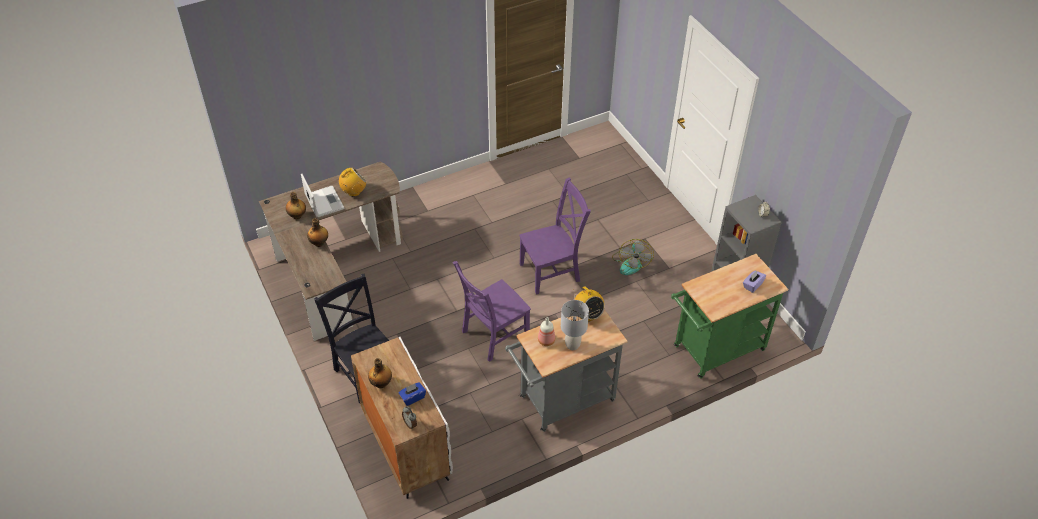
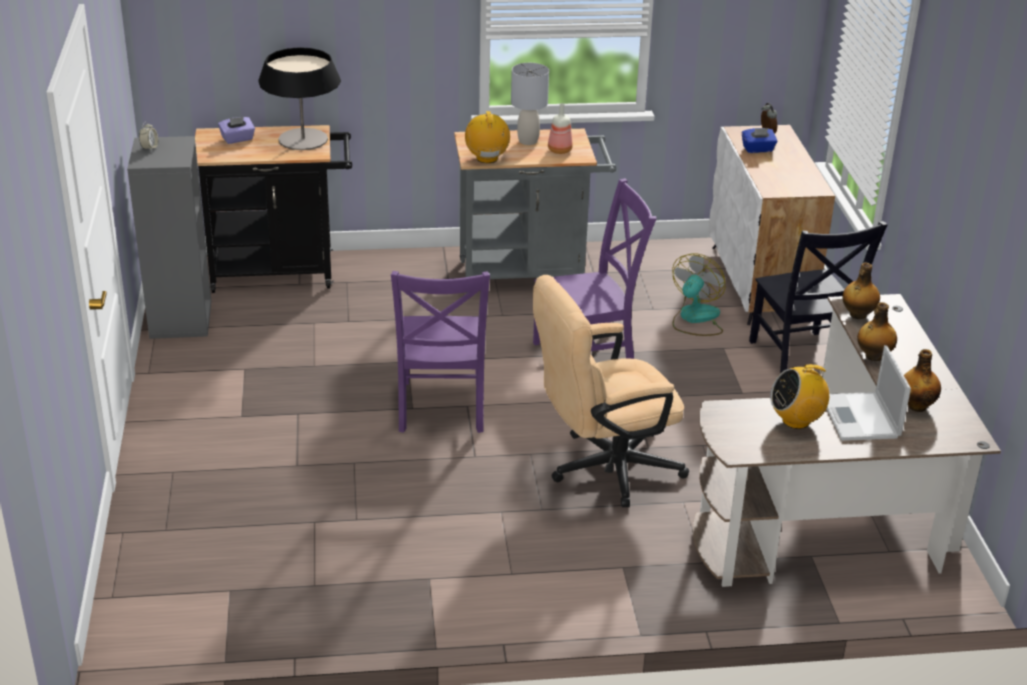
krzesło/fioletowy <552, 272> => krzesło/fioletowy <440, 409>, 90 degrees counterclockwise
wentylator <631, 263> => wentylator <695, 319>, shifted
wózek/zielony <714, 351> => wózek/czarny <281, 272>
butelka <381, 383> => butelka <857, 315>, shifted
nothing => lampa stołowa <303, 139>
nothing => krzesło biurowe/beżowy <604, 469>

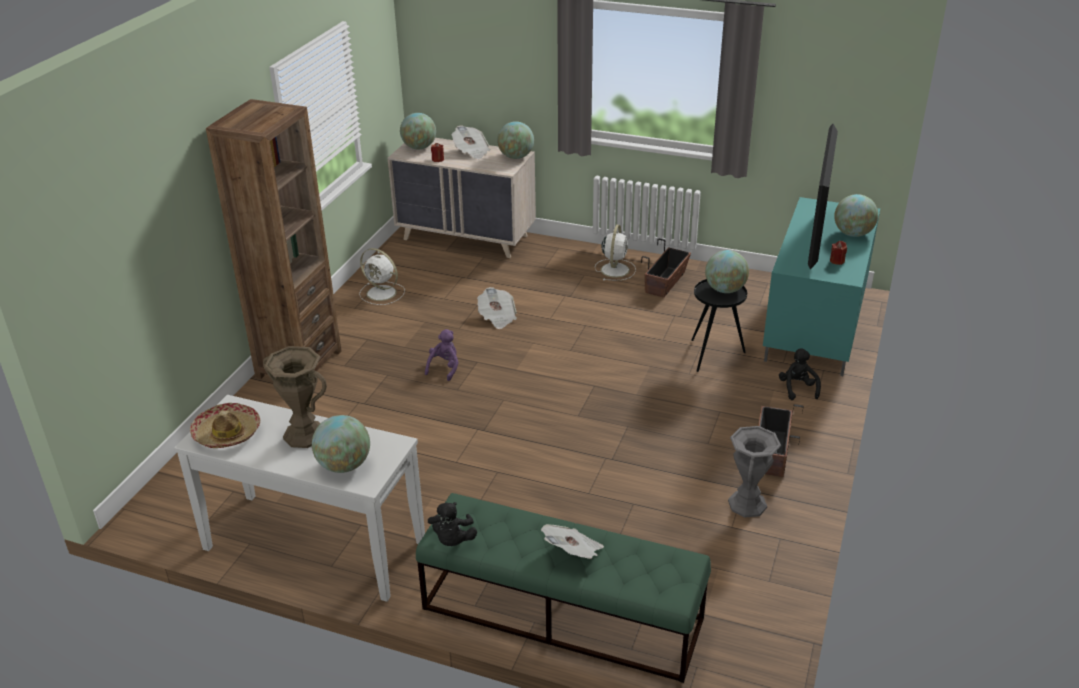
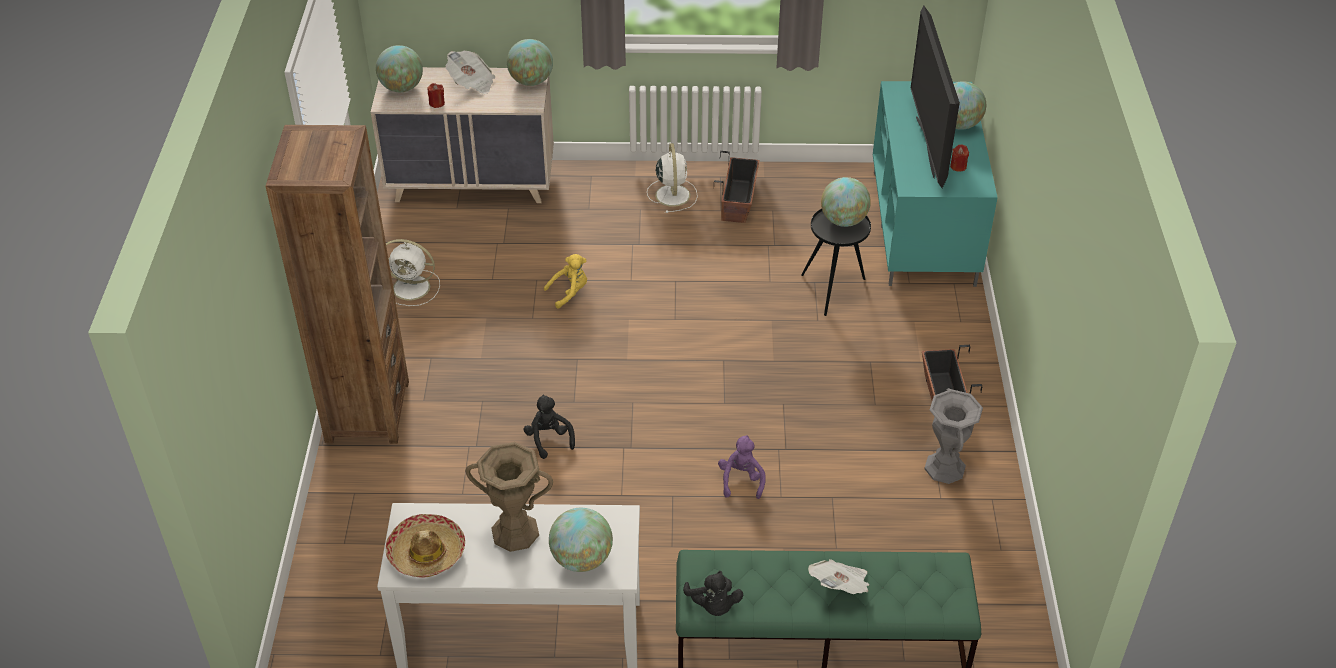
gazeta <497, 317> => pluszak/żółty <569, 292>
pluszak/fioletowy <444, 368> => pluszak/fioletowy <741, 480>, shifted
pluszak/czarny <797, 388> => pluszak/czarny <549, 439>, shifted

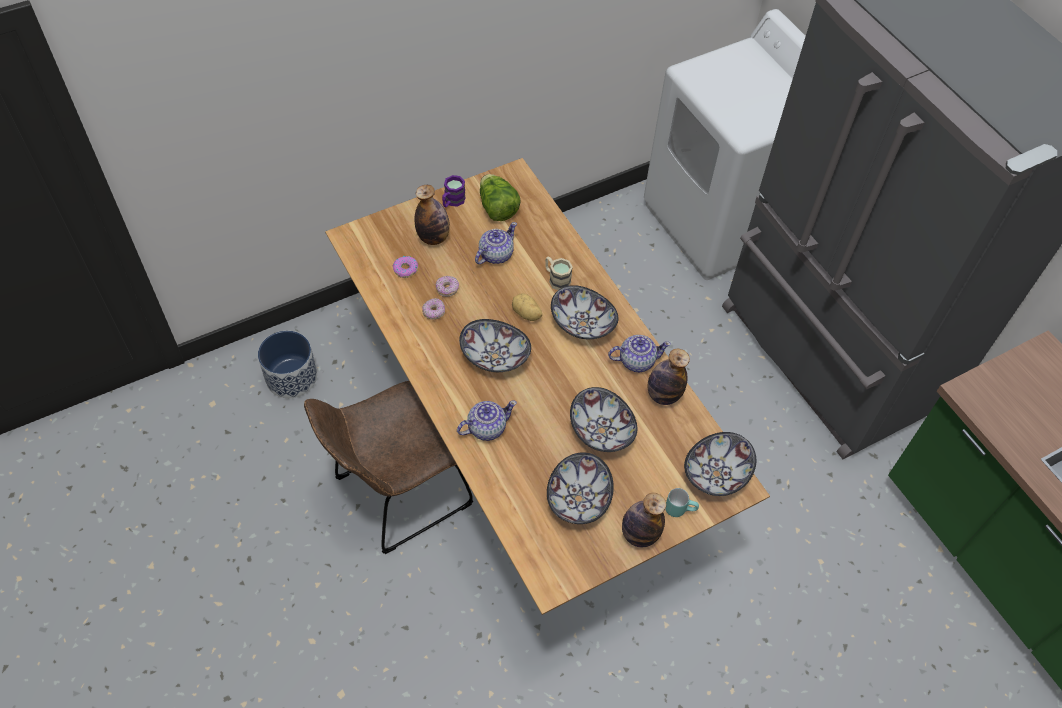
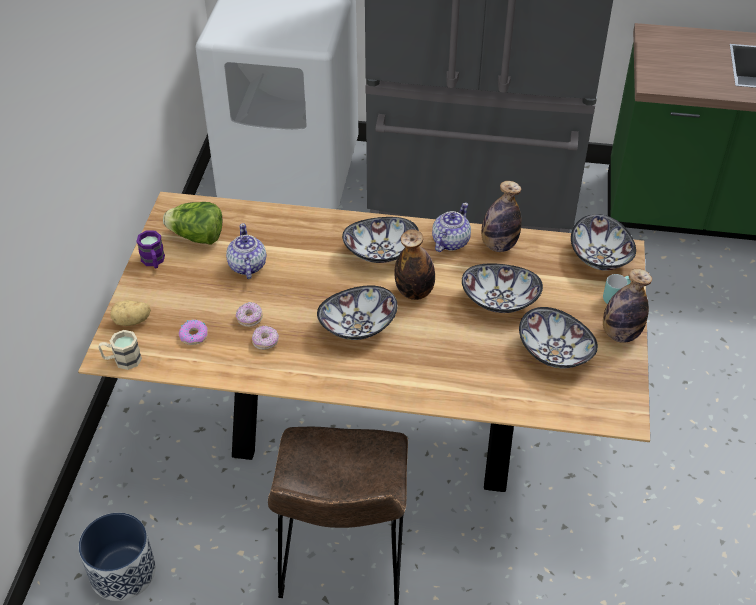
butelka <433, 237> => butelka <414, 292>, shifted
kubek/beżowy <556, 279> => kubek/beżowy <122, 360>, shifted
ziemniak <526, 314> => ziemniak <132, 321>, shifted
imbryk <486, 428> => nothing

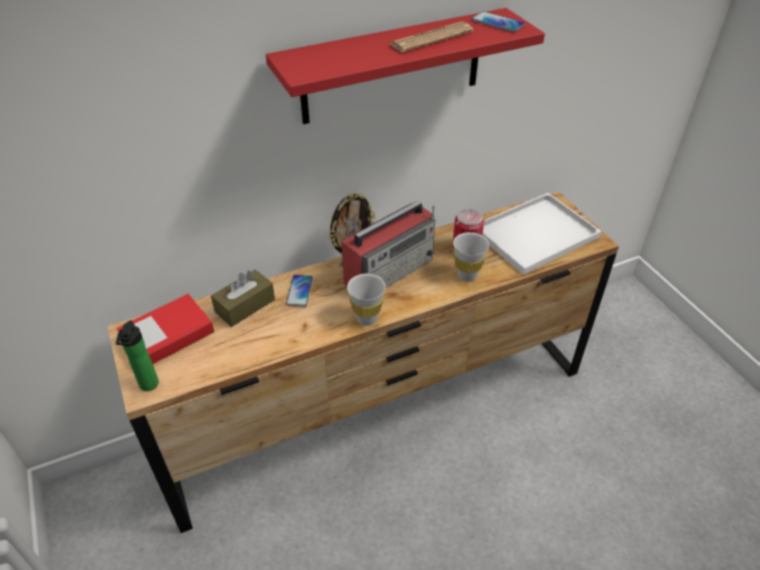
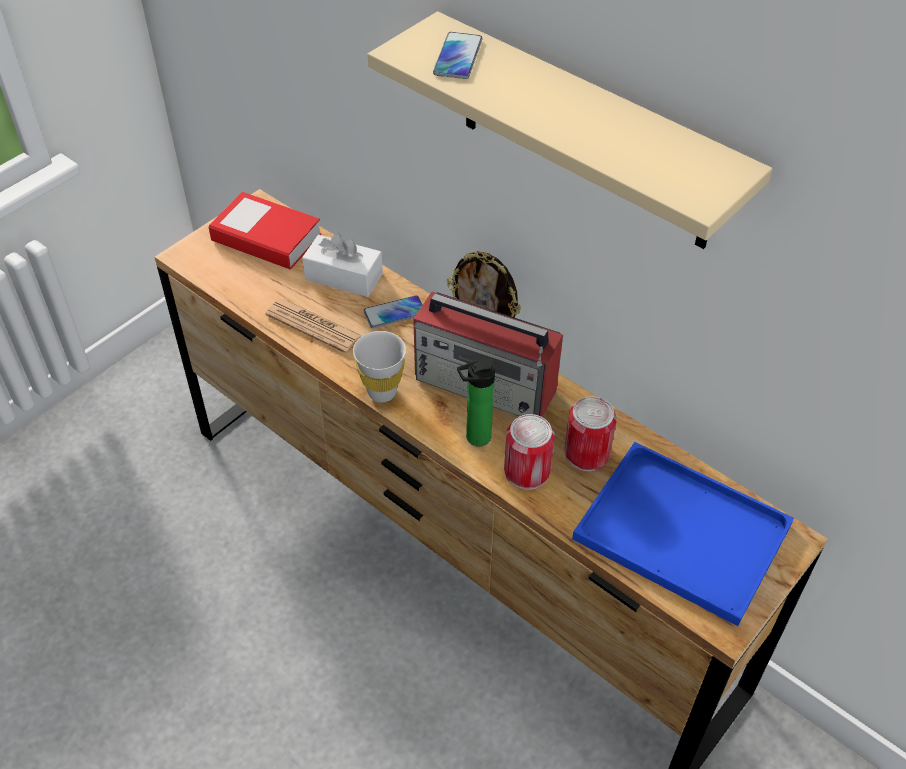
półka/czerwony <392, 67> => półka/beżowy <586, 134>
telefon <497, 23> => telefon <458, 57>, shifted
gazeta <431, 38> => gazeta <314, 326>, shifted
taca/biały <534, 235> => taca/niebieski <677, 532>
filiżanka/biały <467, 275> => puszka <527, 471>
pudełko chusteczek/brązowy <245, 306> => pudełko chusteczek/biały <344, 277>
butelka <148, 386> => butelka <474, 438>, shifted

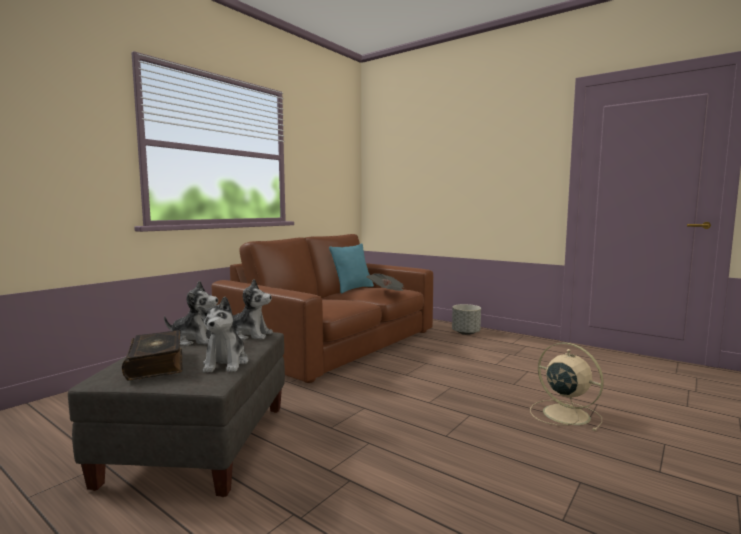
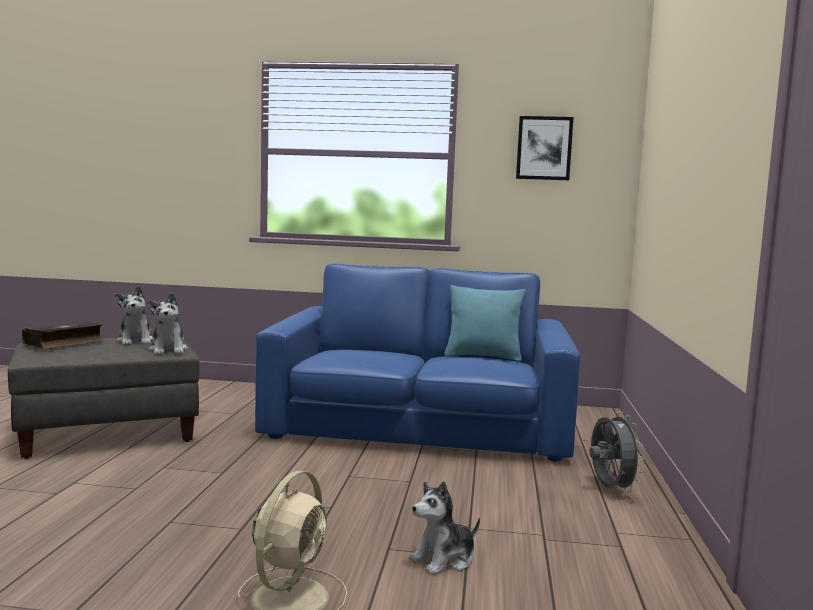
kanapa/brązowy <335, 343> => kanapa/niebieski <419, 425>
gazeta <387, 293> => nothing
pluszak <226, 363> => pluszak <444, 560>, shifted
donica/szary <465, 333> => wentylator/szary <609, 489>
nothing => obraz <544, 148>

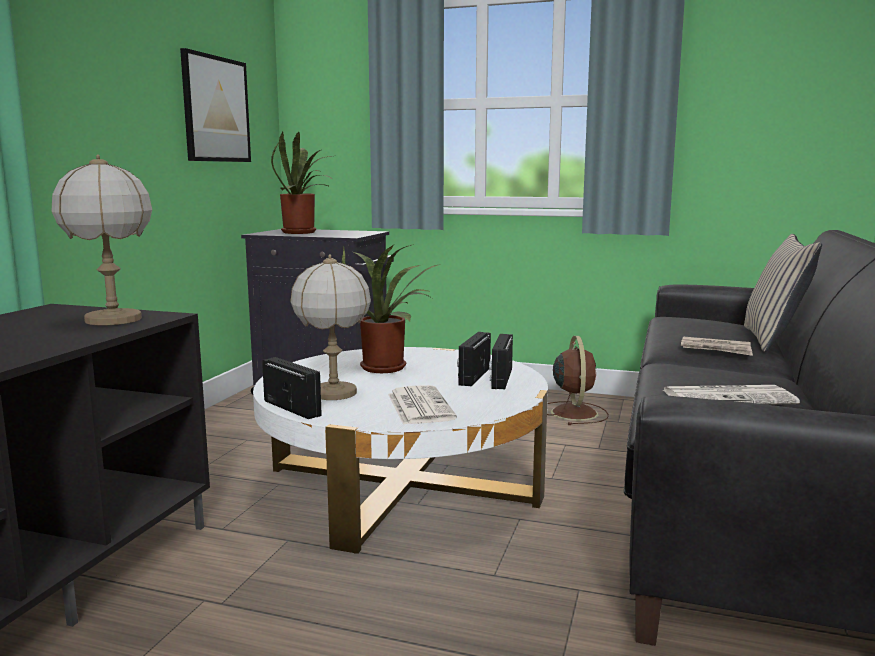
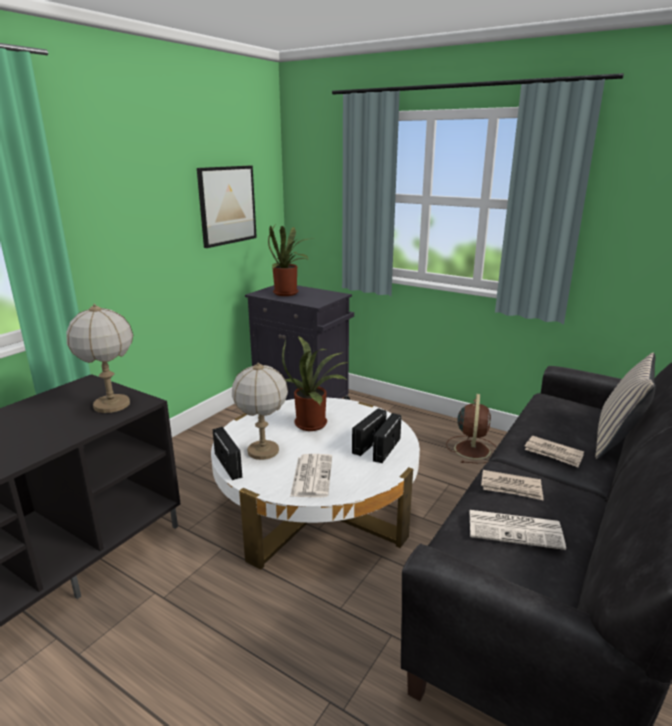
nothing => gazeta <511, 487>

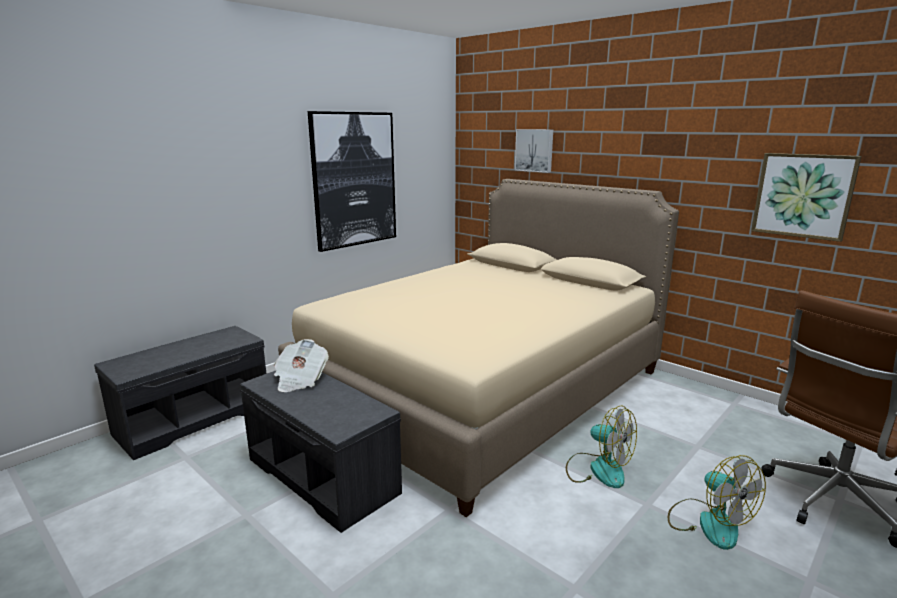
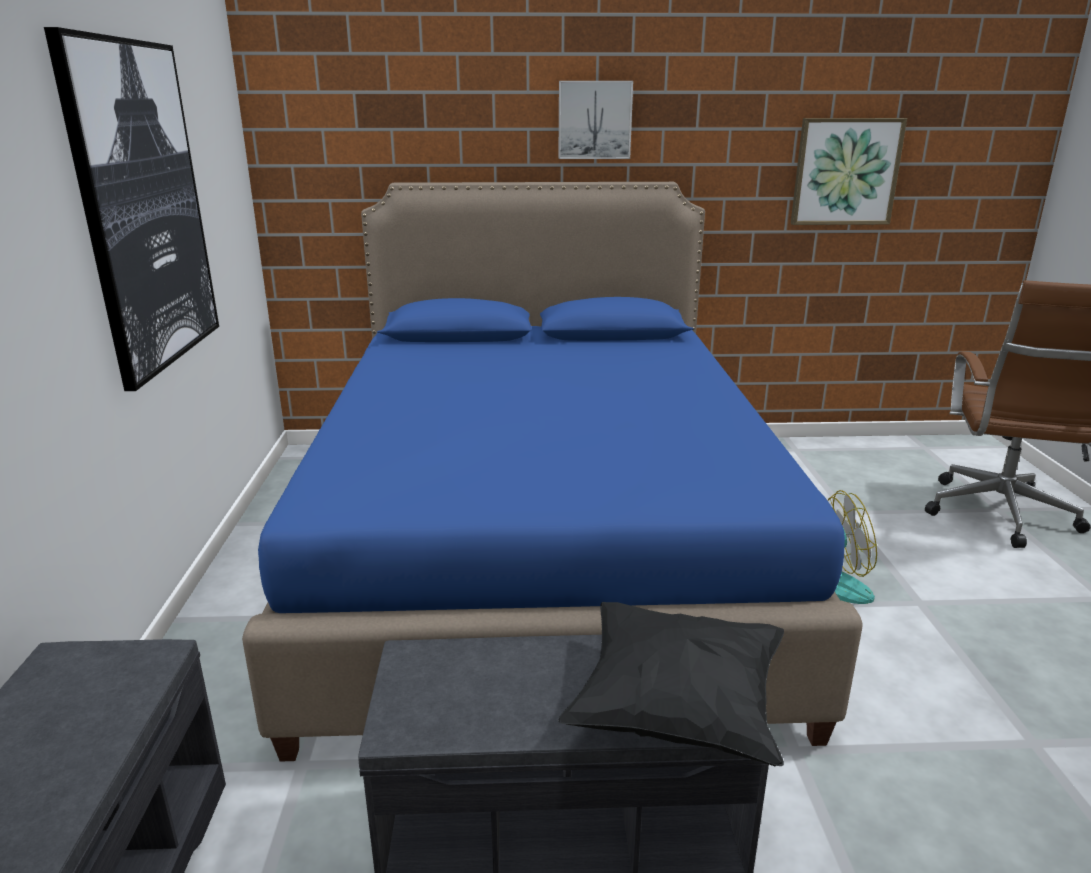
obraz <534, 150> => obraz <594, 120>, shifted
łóżko/beżowy <483, 388> => łóżko/niebieski <542, 552>
gazeta <300, 379> => nothing
wentylator <709, 522> => nothing
nothing => poduszka/czarny <676, 710>

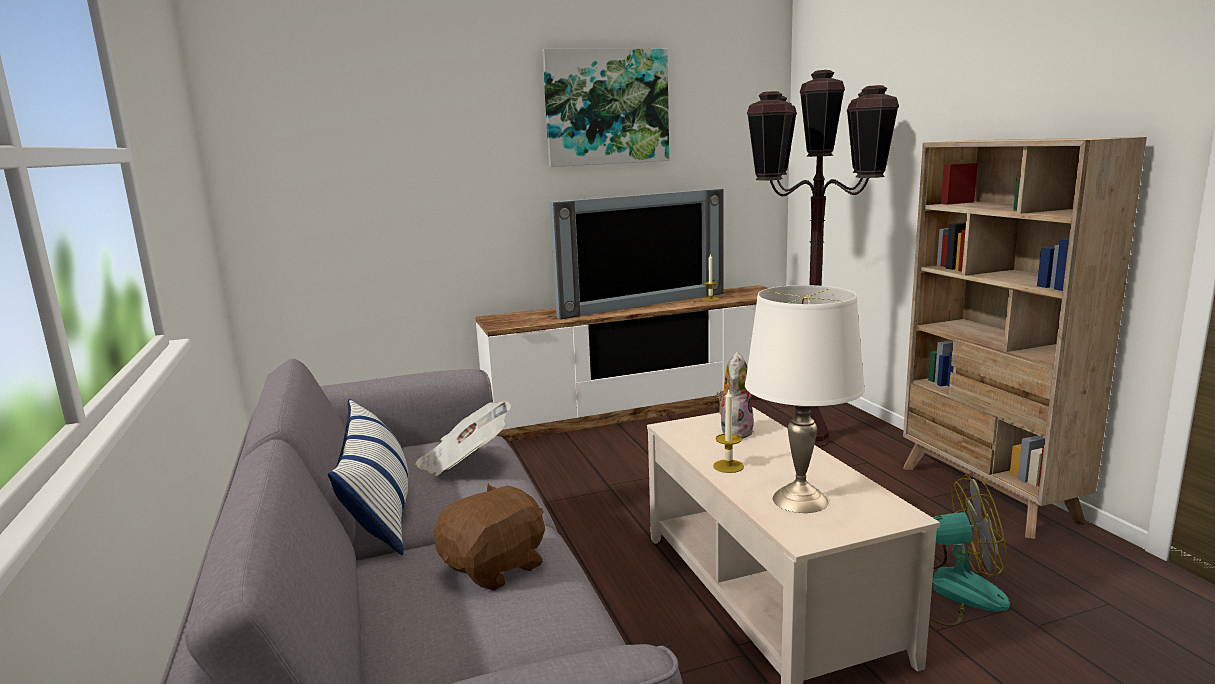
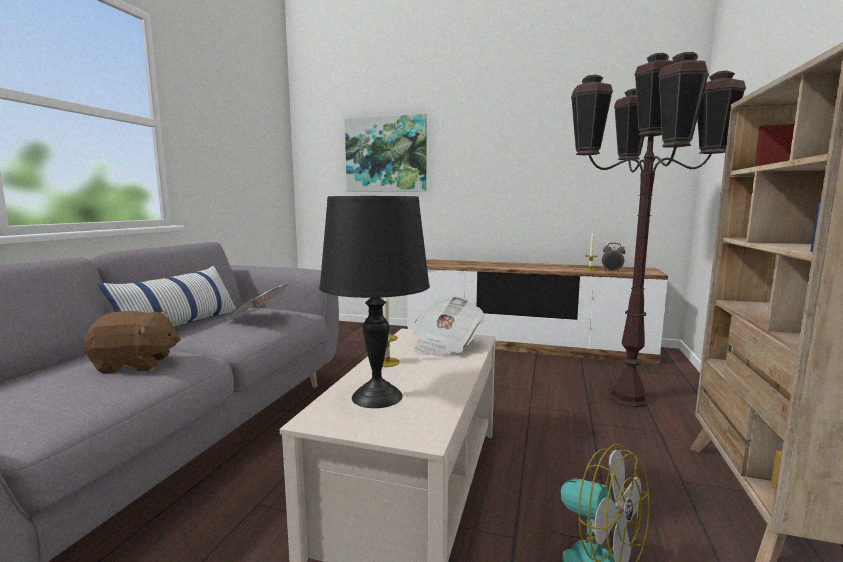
obraz <607, 107> => obraz <386, 155>, shifted
telewizor <640, 304> => nothing
lampa stołowa/biały <799, 499> => lampa stołowa/czarny <377, 396>
pluszak <734, 431> => gazeta <444, 345>
nothing => budzik <612, 271>

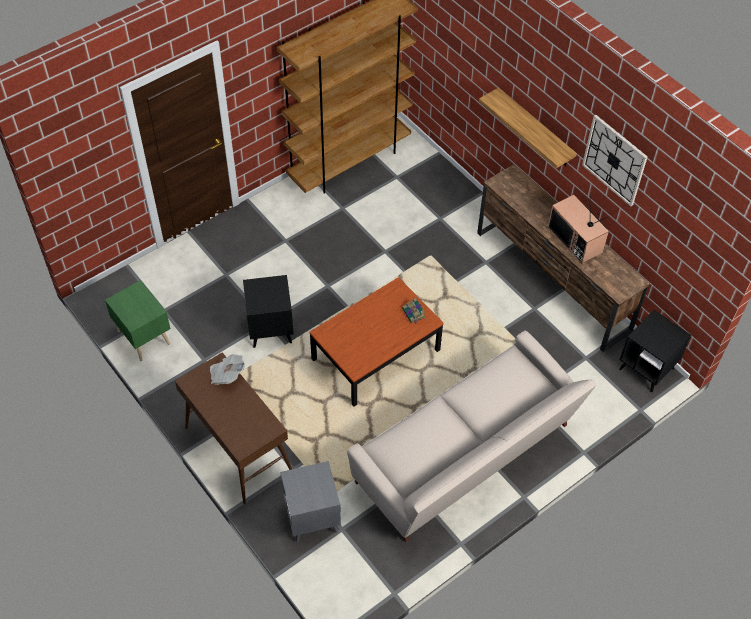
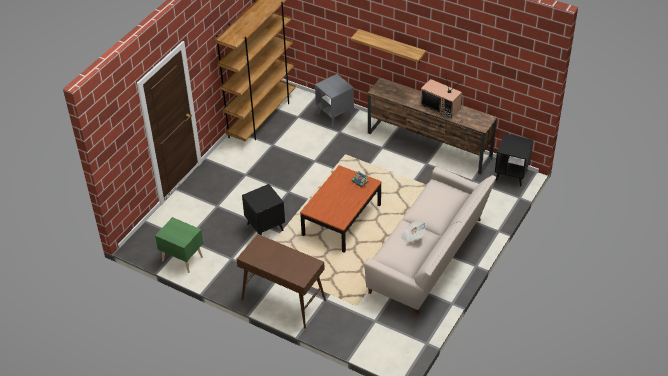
zegar ścienny <614, 160> => nothing
gazeta <227, 375> => gazeta <412, 236>, shifted
stolik/szary <312, 517> => stolik/szary <335, 114>, shifted

